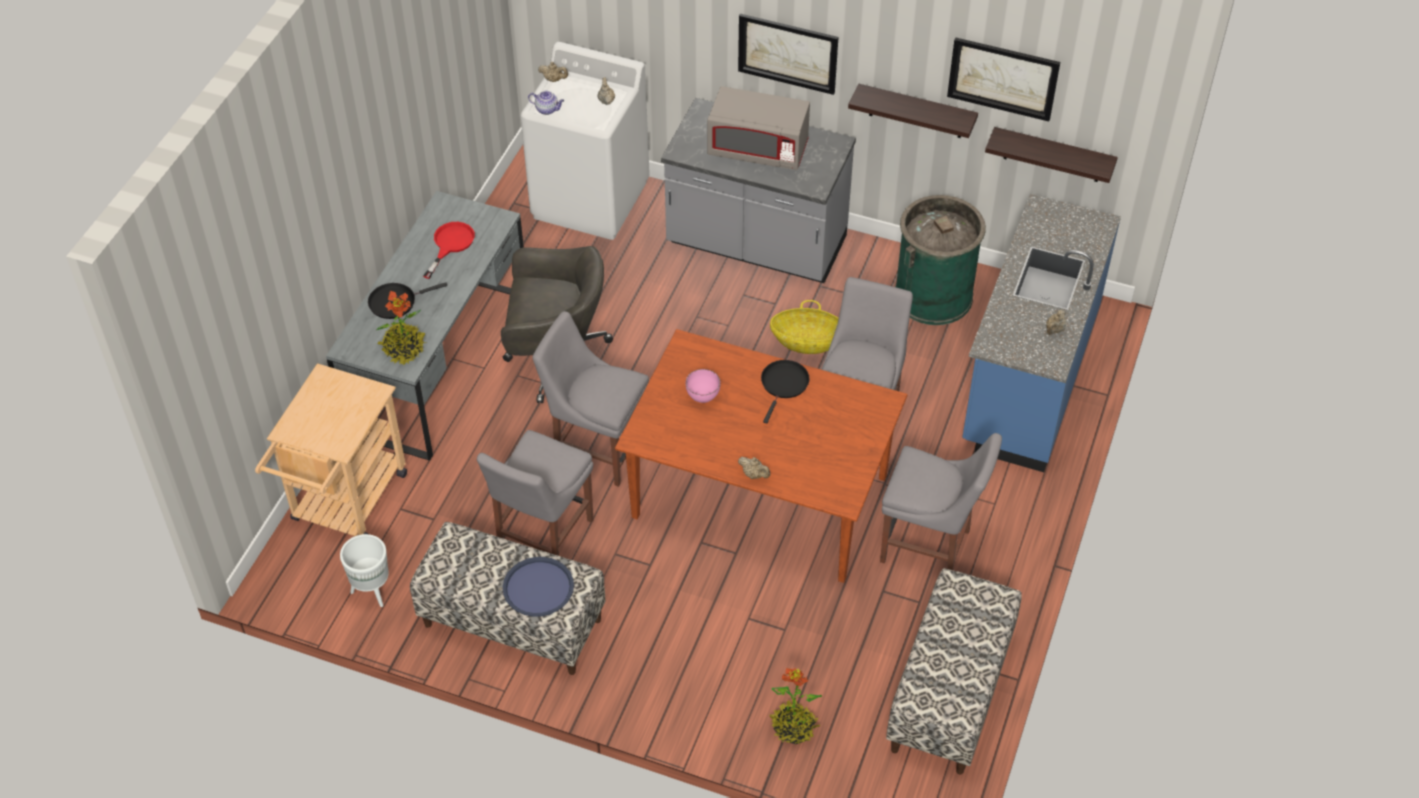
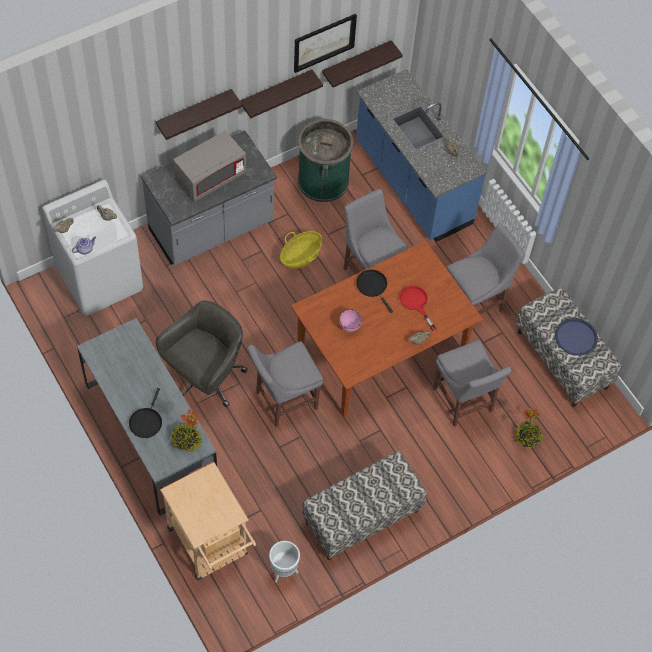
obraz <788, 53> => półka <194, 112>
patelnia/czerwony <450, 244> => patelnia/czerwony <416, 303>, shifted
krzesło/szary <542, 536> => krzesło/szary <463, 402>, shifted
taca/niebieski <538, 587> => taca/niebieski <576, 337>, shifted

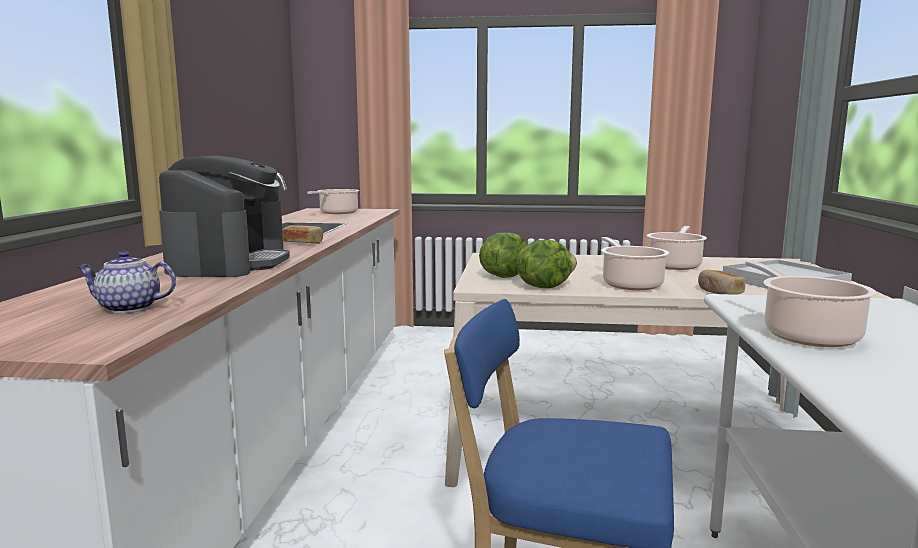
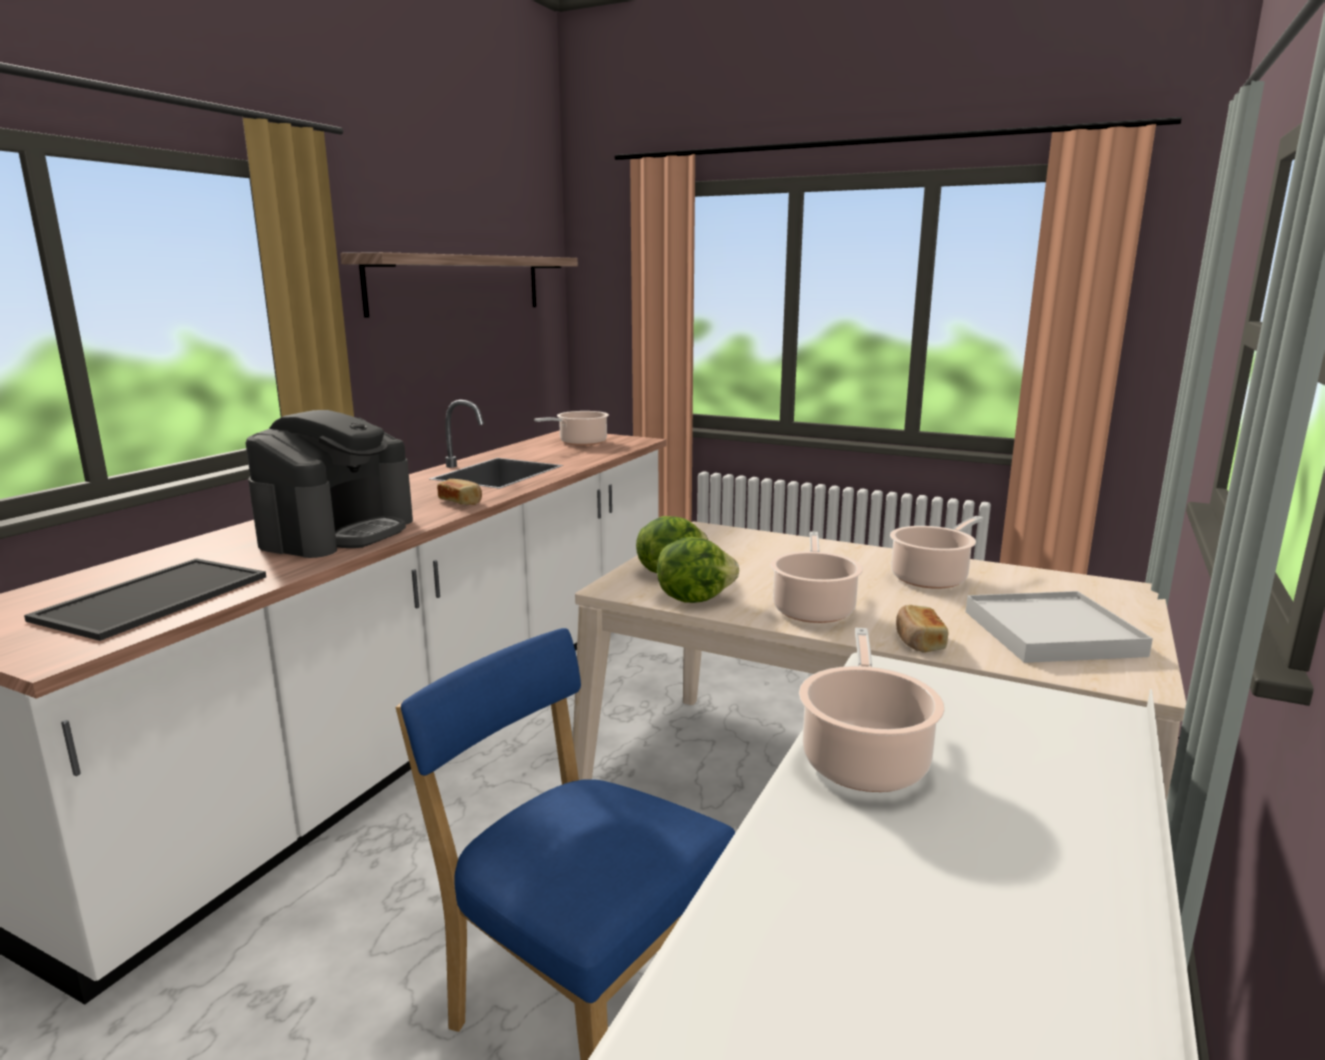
imbryk <128, 308> => taca <154, 599>
nothing => półka <458, 284>

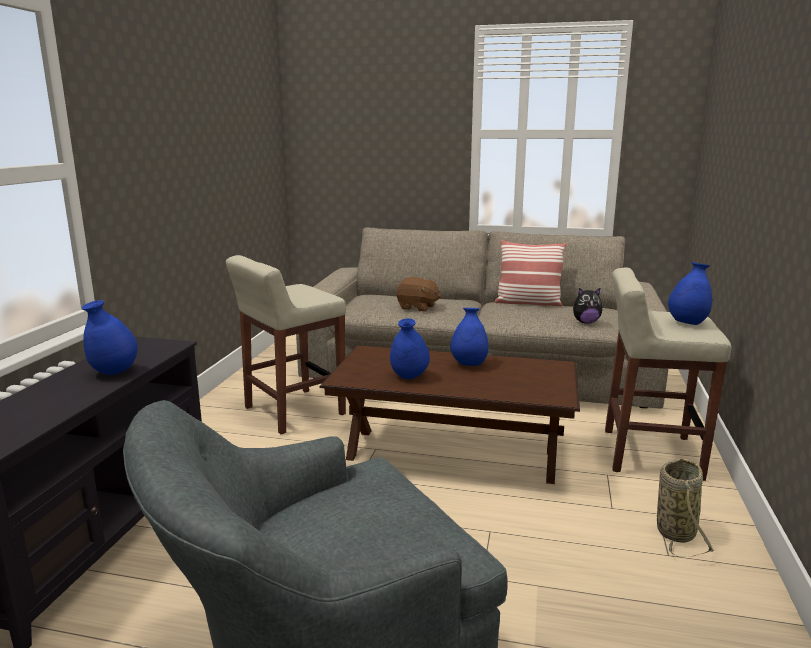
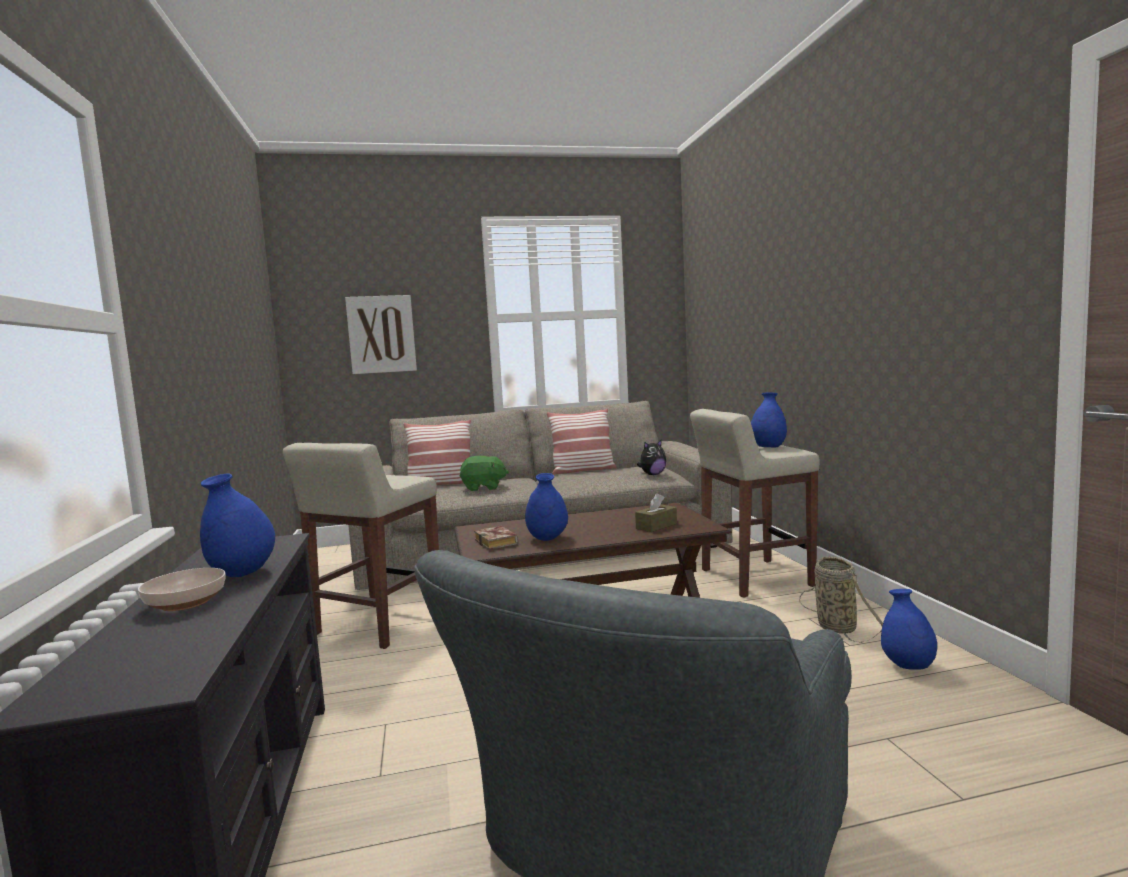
pluszak/brązowy <417, 307> => pluszak/zielony <483, 488>
wazon/niebieski <469, 365> => wazon/niebieski <908, 666>, shifted
nothing => obraz <381, 334>
nothing => poduszka <441, 484>
nothing => pudełko chusteczek/brązowy <656, 526>
nothing => książka <498, 542>
nothing => miska <186, 602>

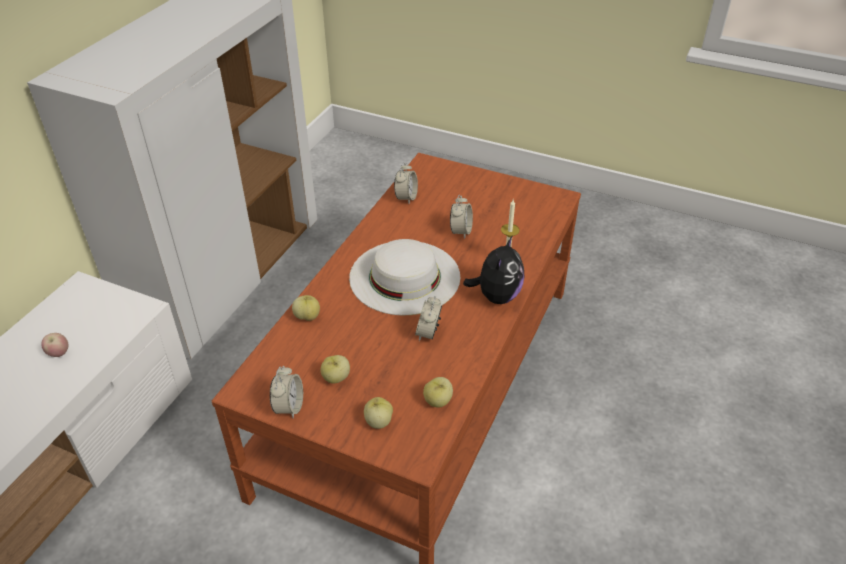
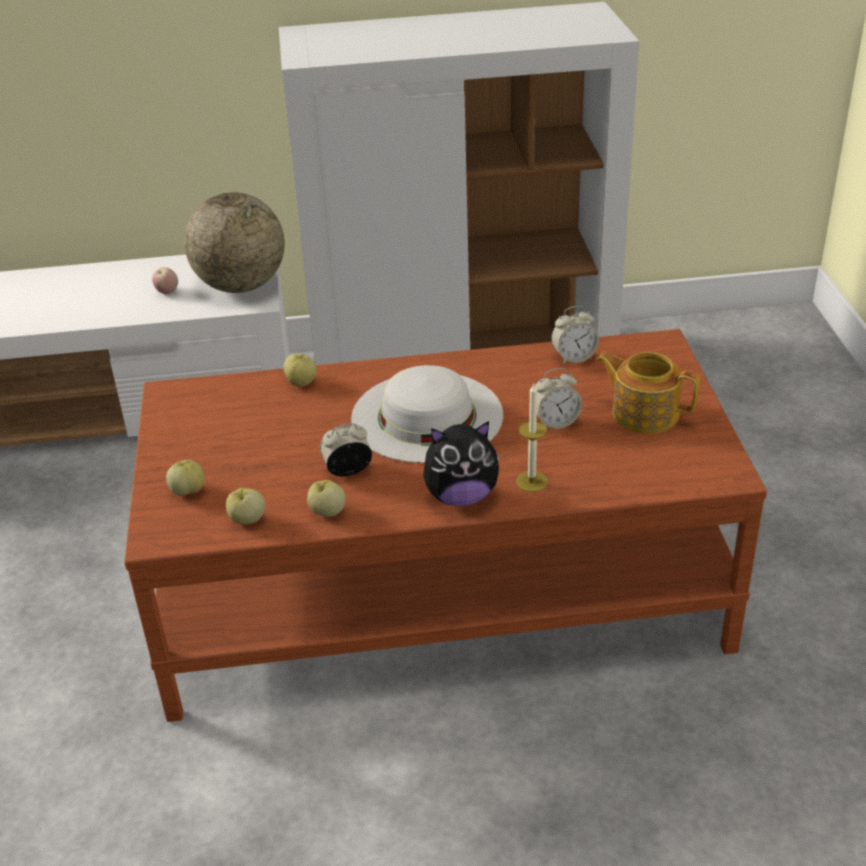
jabłko <336, 378> => jabłko <327, 512>, shifted
budzik <289, 407> => nothing
nothing => globus <241, 285>
nothing => imbryk <644, 413>

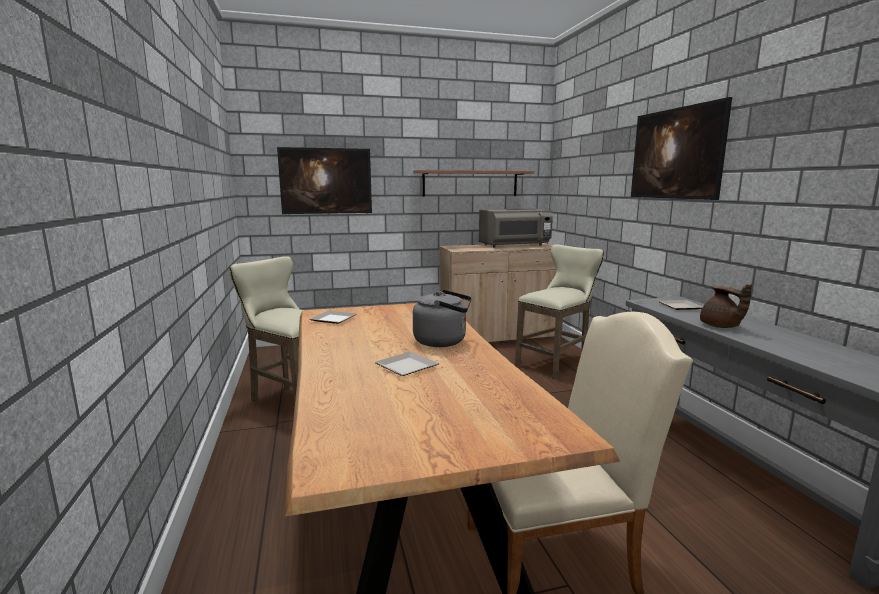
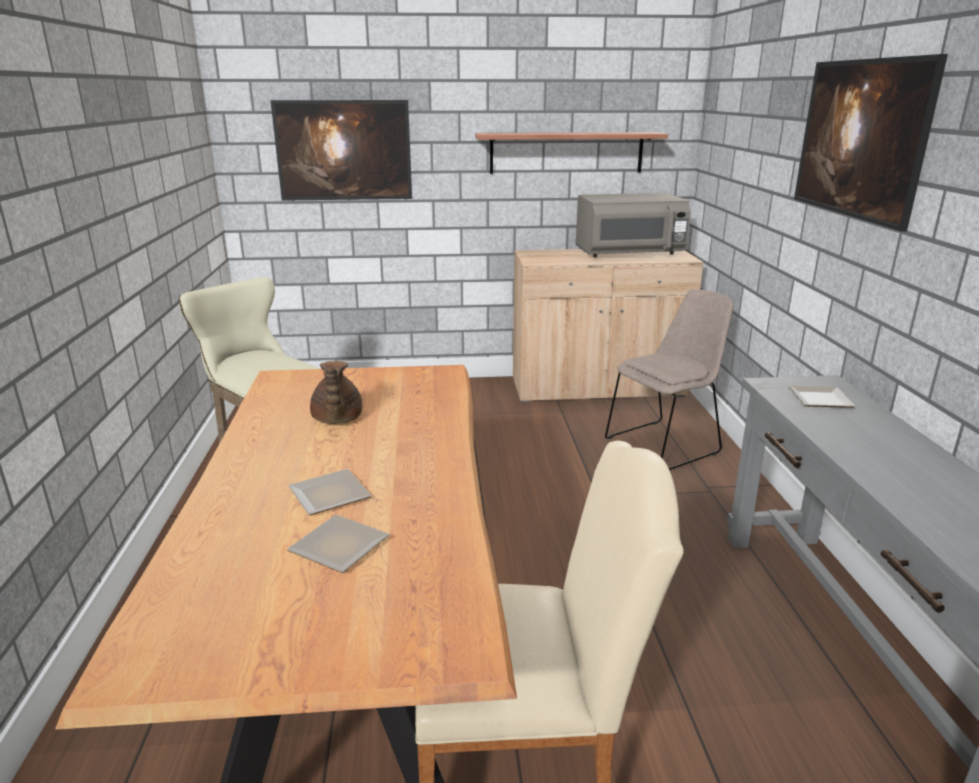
stołek/beżowy <556, 363> => krzesło/beżowy <664, 444>
imbryk/brązowy <720, 326> => imbryk/brązowy <336, 419>, shifted
czajnik/szary <443, 341> => nothing
talerz <332, 319> => talerz <335, 548>, shifted

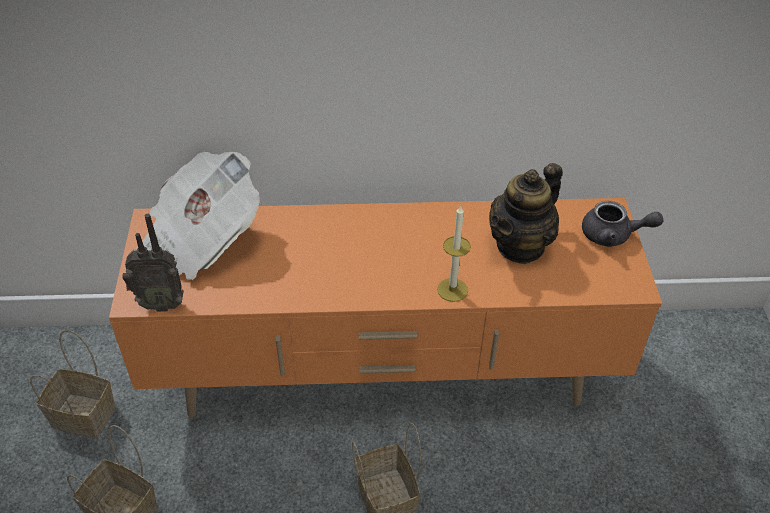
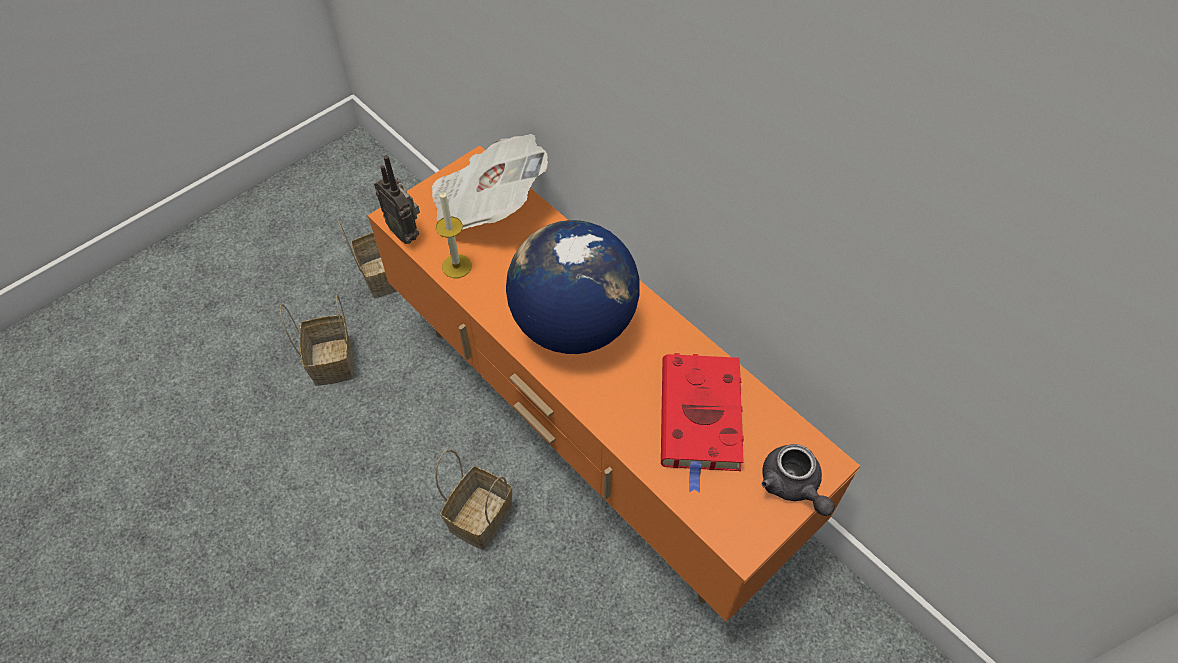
imbryk <520, 245> => książka/czerwony <701, 420>
świeca <452, 290> => świeca <456, 266>, shifted
nothing => globus <573, 324>

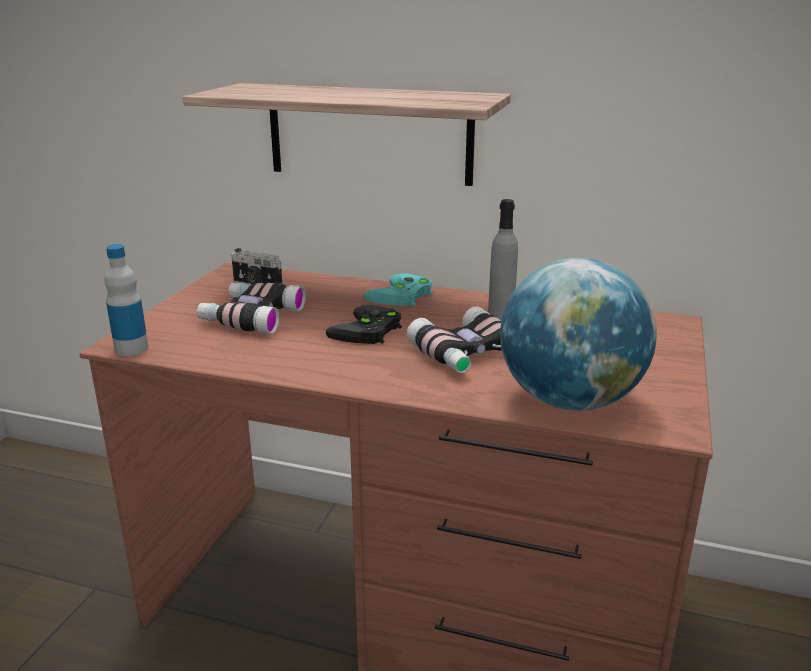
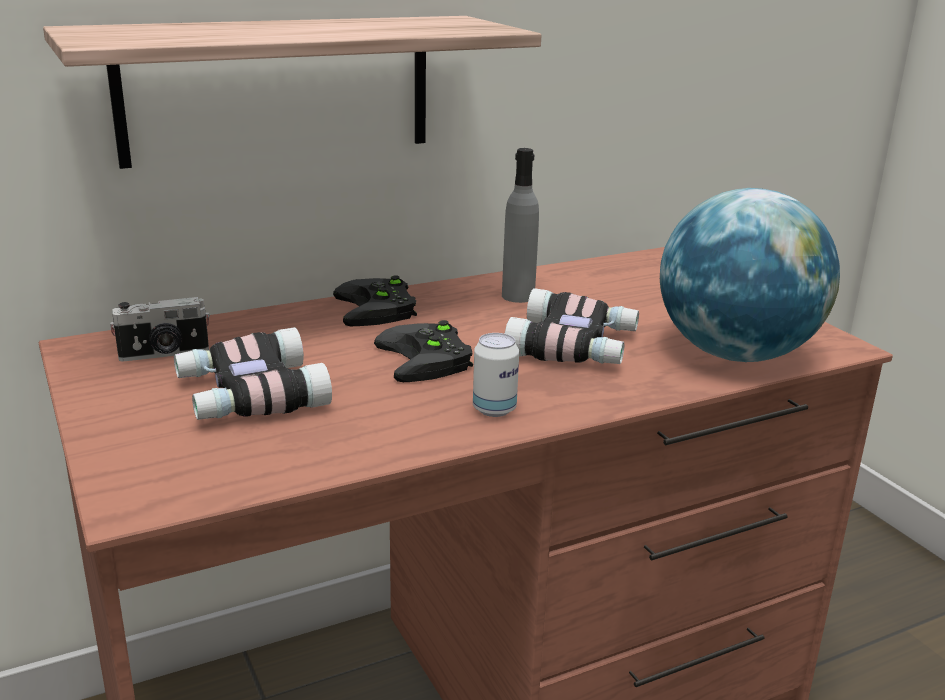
butelka <131, 349> => nothing
pad do gier/turkusowy <401, 296> => pad do gier/czarny <379, 309>
nothing => puszka <494, 409>

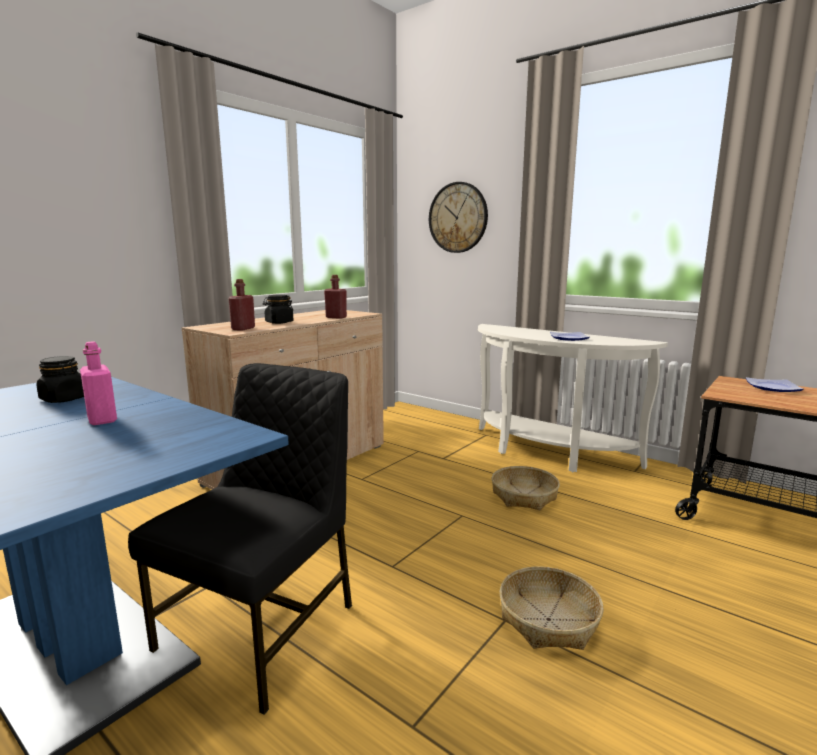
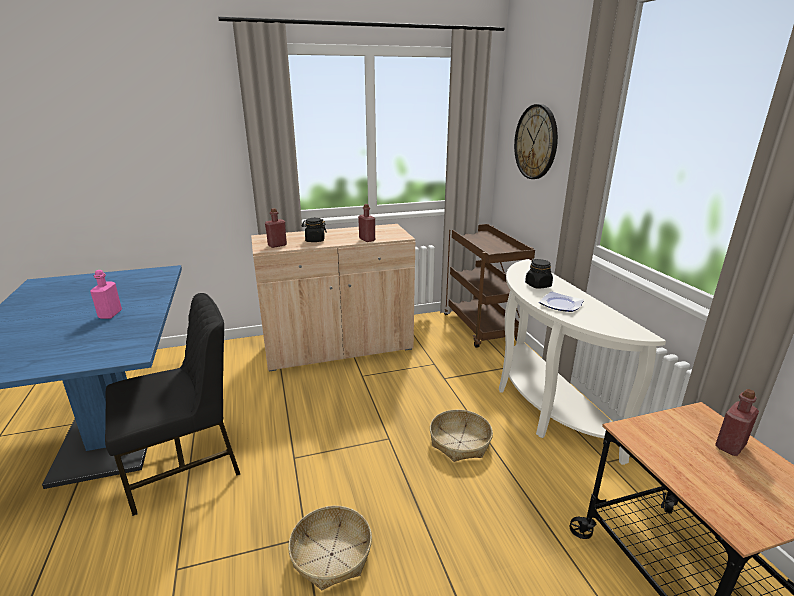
słoik/czarny <64, 399> => słoik/czarny <538, 285>, shifted
talerz <773, 387> => butelka/czerwony <730, 446>
nothing => wózek/brązowy <482, 328>

